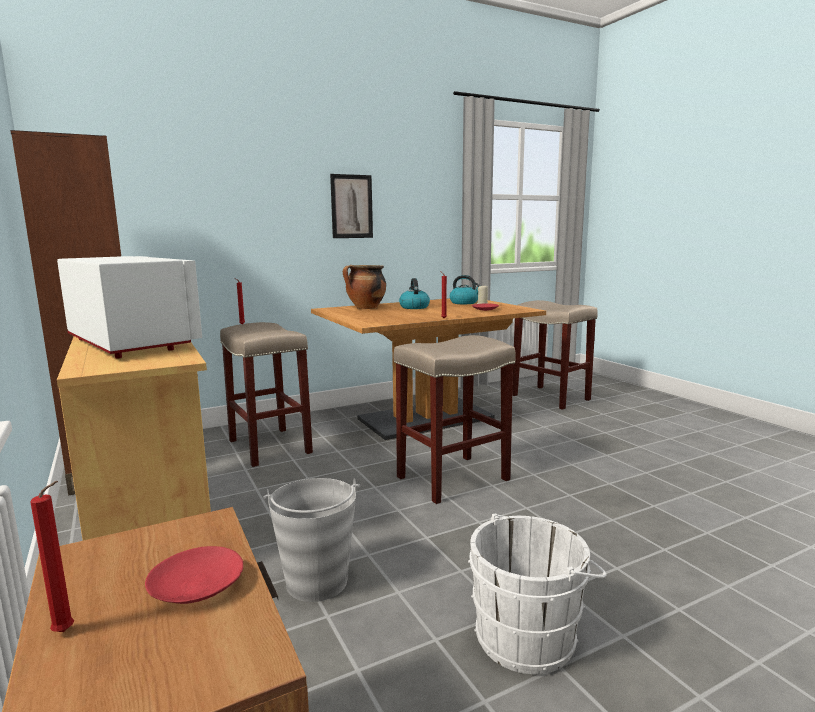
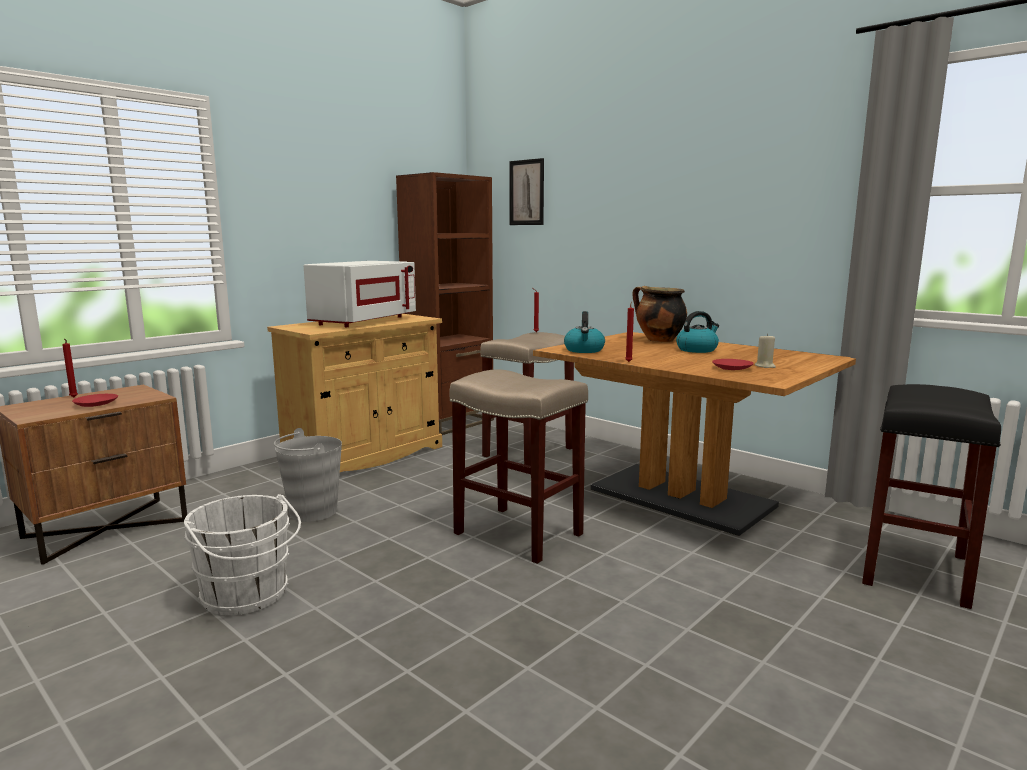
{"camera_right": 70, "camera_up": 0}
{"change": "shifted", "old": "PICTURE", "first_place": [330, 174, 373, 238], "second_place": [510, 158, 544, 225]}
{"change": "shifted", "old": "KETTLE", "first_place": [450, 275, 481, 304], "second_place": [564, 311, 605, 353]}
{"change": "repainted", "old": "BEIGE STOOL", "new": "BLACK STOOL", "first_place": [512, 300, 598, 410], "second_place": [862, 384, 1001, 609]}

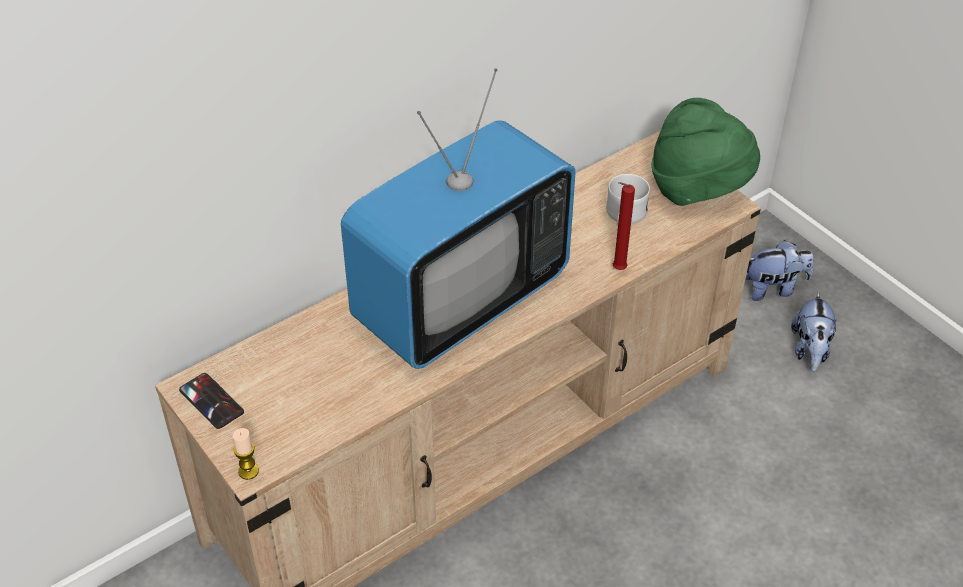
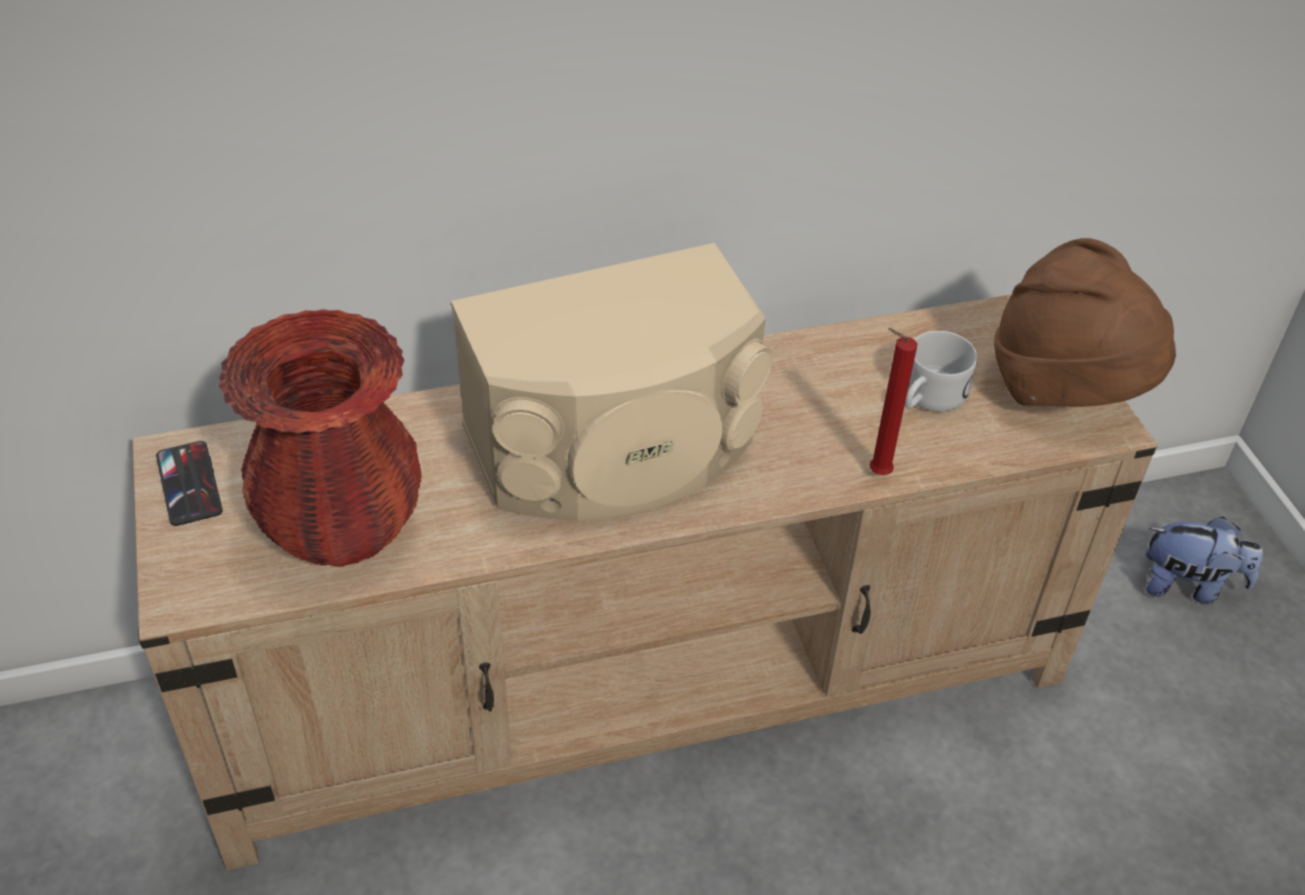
{"camera_right": 20, "camera_up": 0}
{"change": "gone", "old": "CANDLE", "first_place": [232, 428, 259, 480]}
{"change": "gone", "old": "PLUSH TOY", "first_place": [791, 291, 837, 372]}
{"change": "new", "new": "RED VASE", "second_place": [219, 309, 422, 567]}
{"change": "swapped", "old": "TELEVISION", "new": "BEIGE SPEAKER", "first_place": [341, 68, 576, 369], "second_place": [451, 243, 773, 521]}
{"change": "repainted", "old": "GREEN HAT", "new": "BROWN HAT", "first_place": [651, 98, 760, 206], "second_place": [994, 238, 1176, 407]}

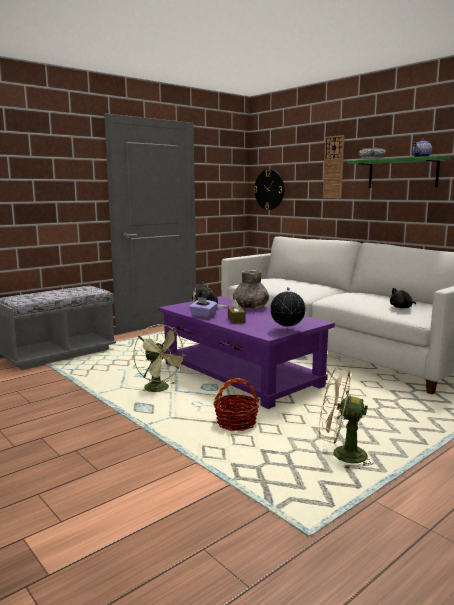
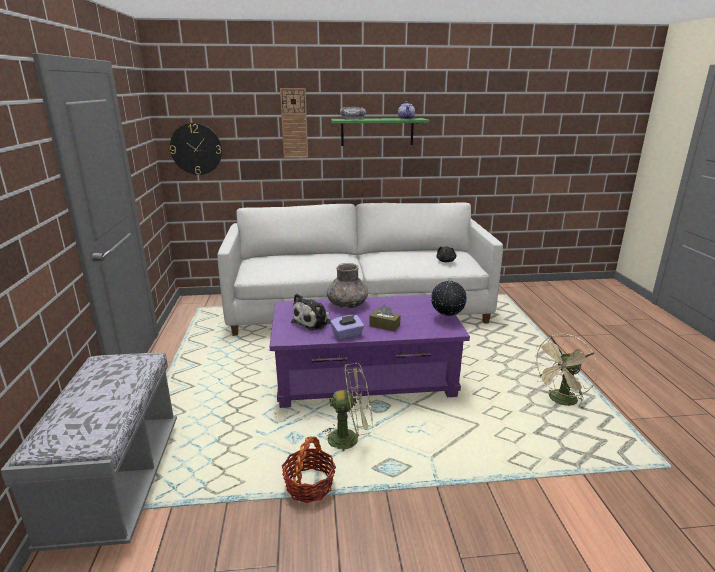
{"camera_right": -55, "camera_up": 10}
{"change": "shifted", "old": "BASKET", "first_place": [213, 378, 259, 431], "second_place": [282, 436, 336, 503]}

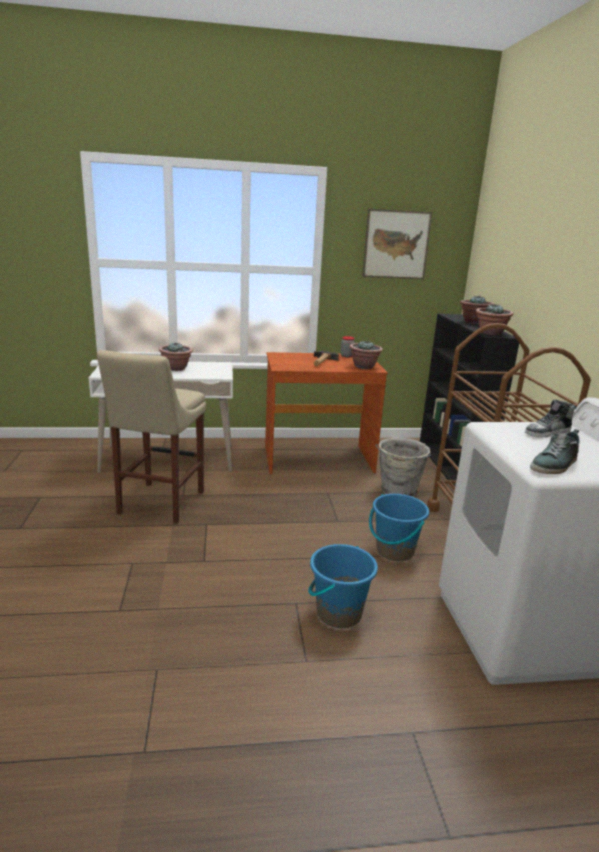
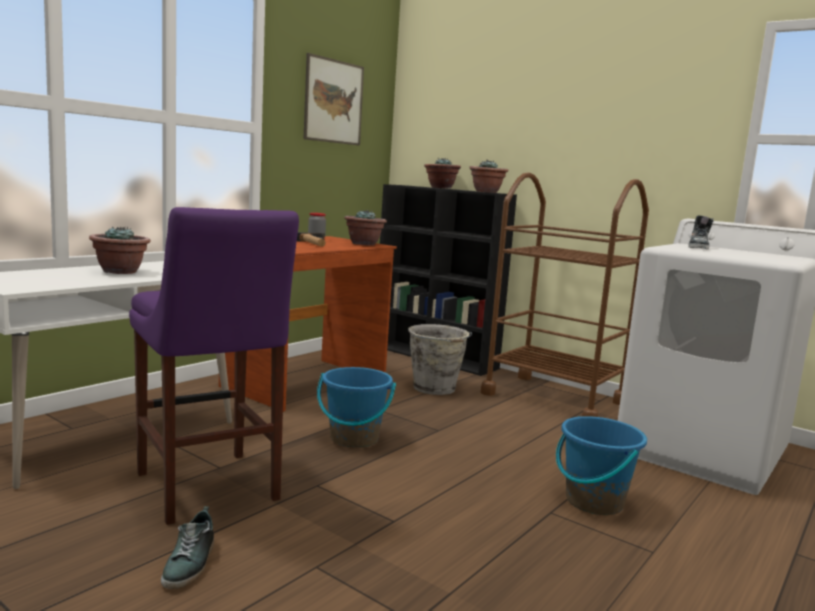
{"camera_right": -45, "camera_up": -10}
{"change": "shifted", "old": "BLUE BUCKET", "first_place": [369, 494, 429, 561], "second_place": [317, 367, 396, 448]}
{"change": "shifted", "old": "SHOE", "first_place": [530, 429, 579, 474], "second_place": [161, 506, 214, 589]}
{"change": "repainted", "old": "BEIGE STOOL", "new": "PURPLE STOOL", "first_place": [97, 350, 206, 524], "second_place": [129, 207, 299, 525]}

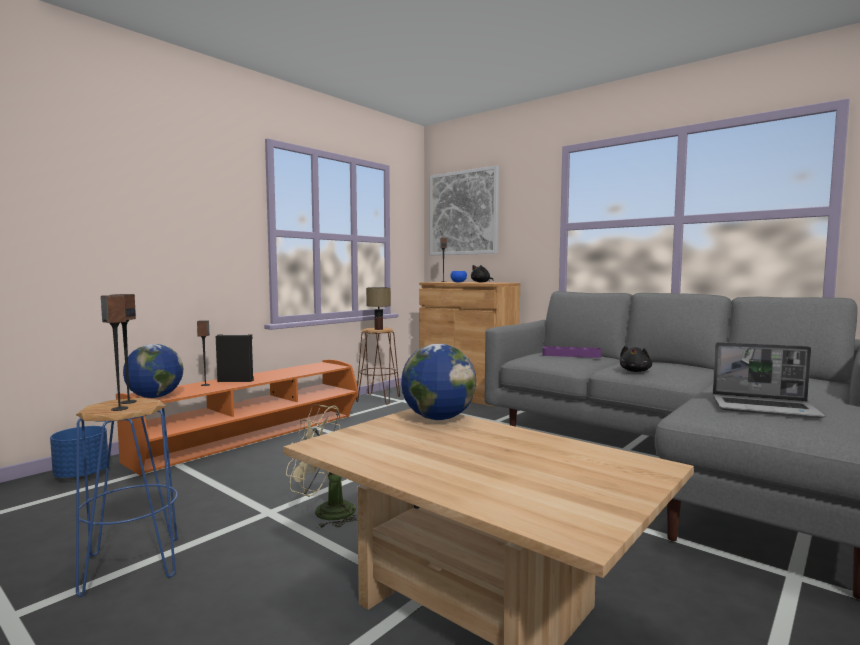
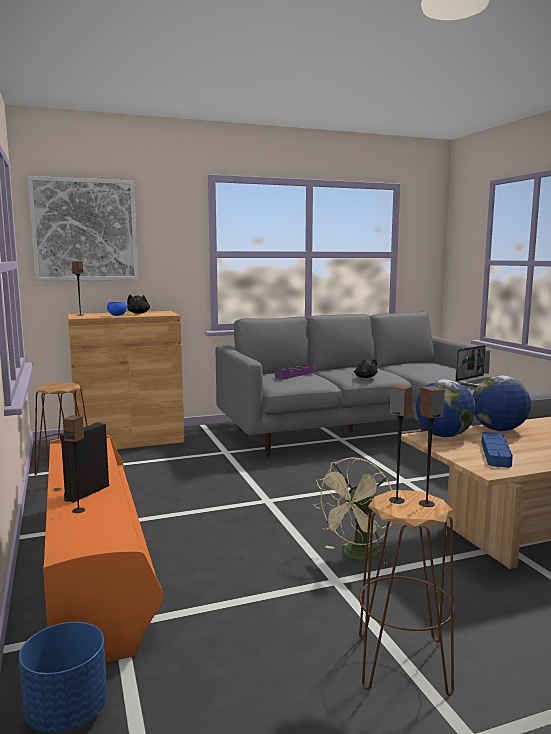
{"camera_right": -60, "camera_up": 5}
{"change": "gone", "old": "TABLE LAMP", "first_place": [366, 287, 391, 330]}
{"change": "new", "new": "BLUE TRAY", "second_place": [481, 432, 513, 468]}
{"change": "shifted", "old": "GLOBE", "first_place": [123, 344, 183, 398], "second_place": [472, 375, 531, 431]}
{"change": "repainted", "old": "BLUE STOOL", "new": "BROWN STOOL", "first_place": [75, 398, 178, 597], "second_place": [359, 490, 454, 696]}

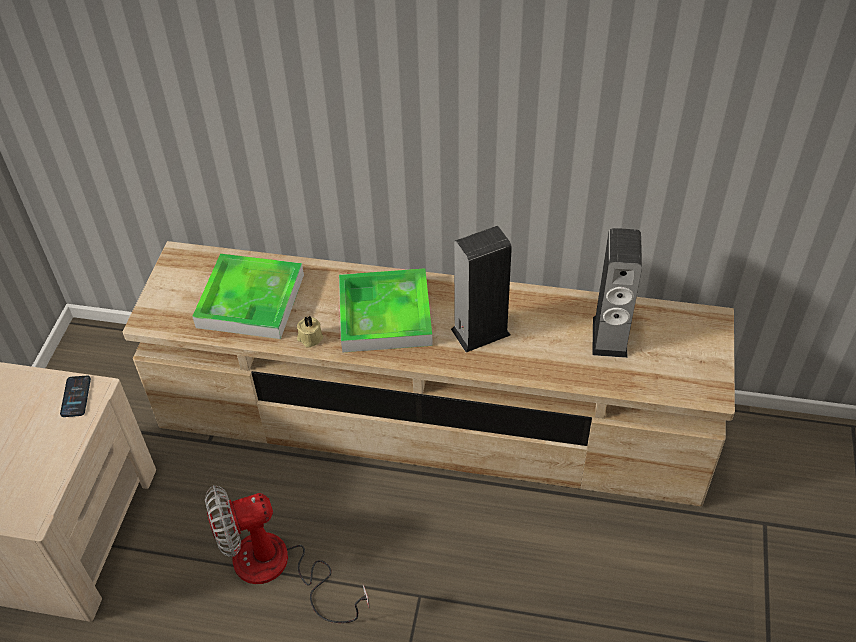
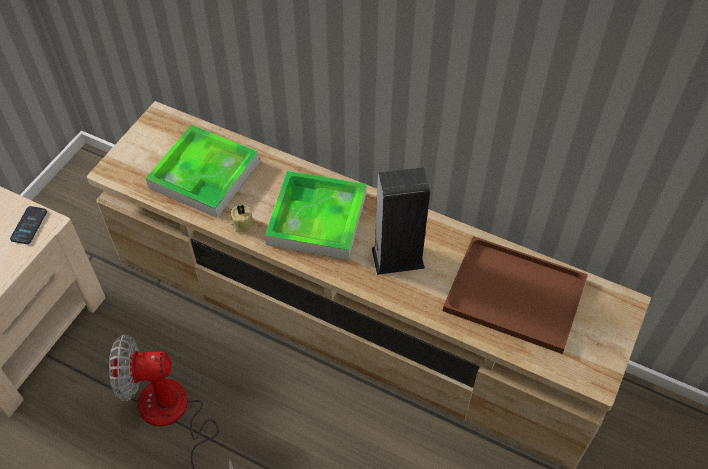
{"camera_right": 15, "camera_up": 5}
{"change": "swapped", "old": "SPEAKER", "new": "BROWN TRAY", "first_place": [592, 228, 642, 358], "second_place": [443, 236, 588, 354]}

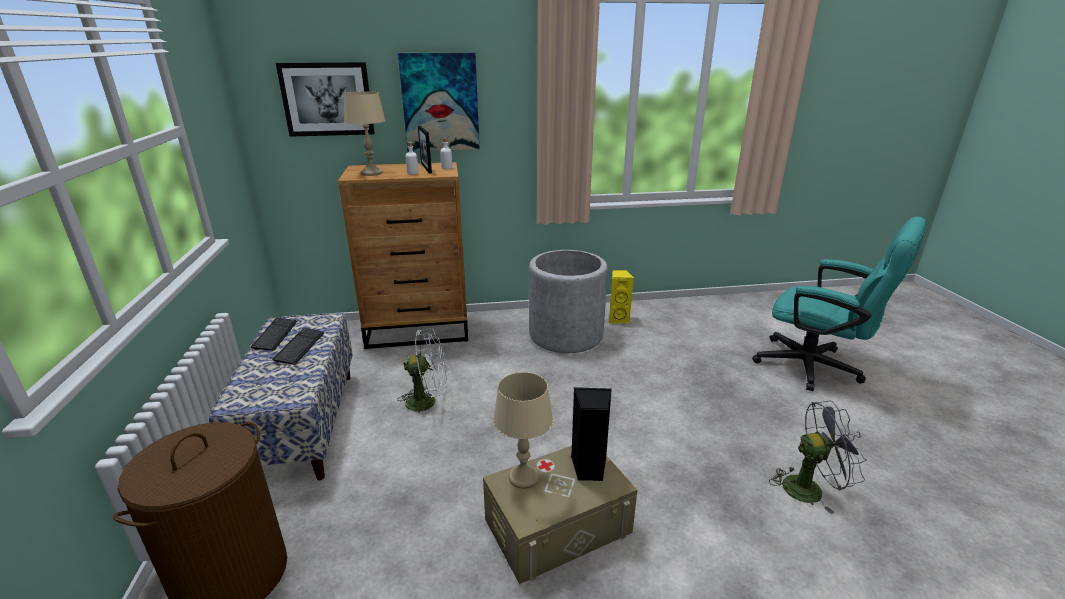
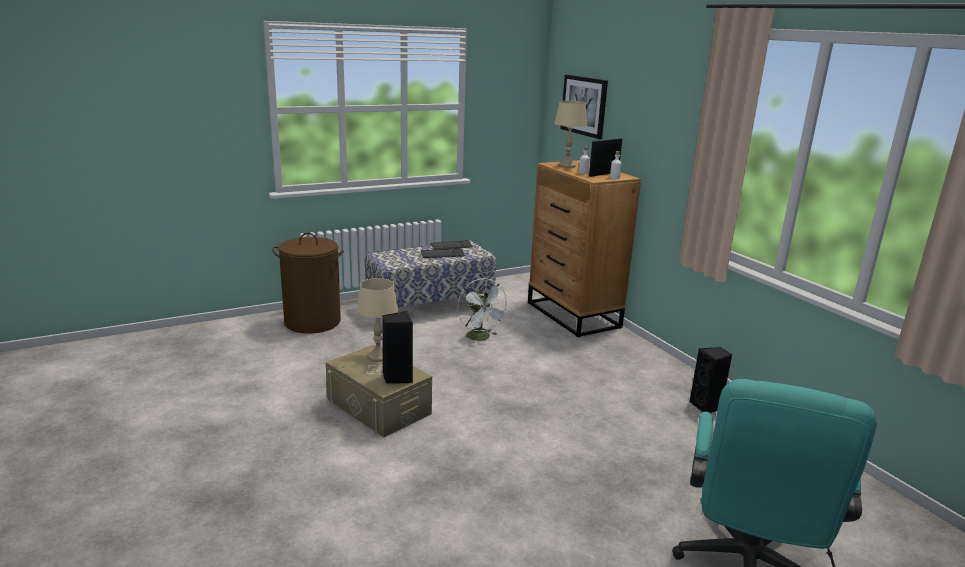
{"camera_right": 70, "camera_up": -5}
{"change": "gone", "old": "PICTURE", "first_place": [398, 52, 480, 152]}
{"change": "gone", "old": "GREY PLANTER", "first_place": [529, 250, 608, 353]}
{"change": "gone", "old": "GREY FAN", "first_place": [769, 400, 867, 514]}
{"change": "repainted", "old": "YELLOW SPEAKER", "new": "BLACK SPEAKER", "first_place": [609, 270, 634, 323], "second_place": [690, 347, 732, 413]}

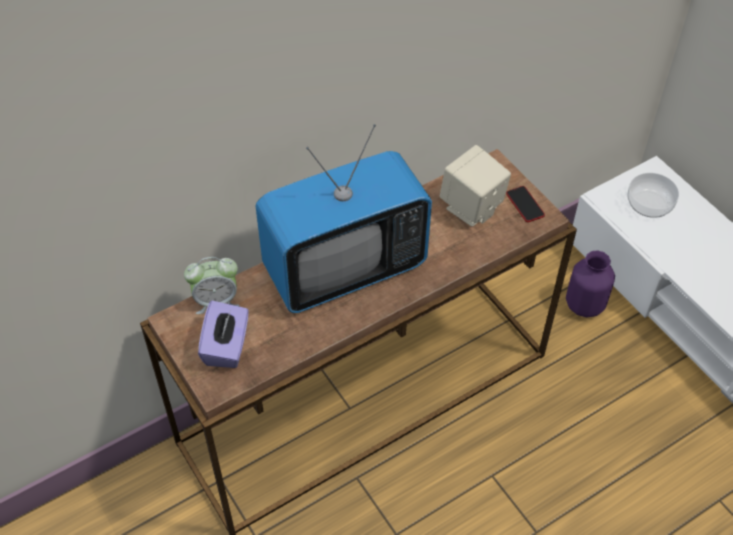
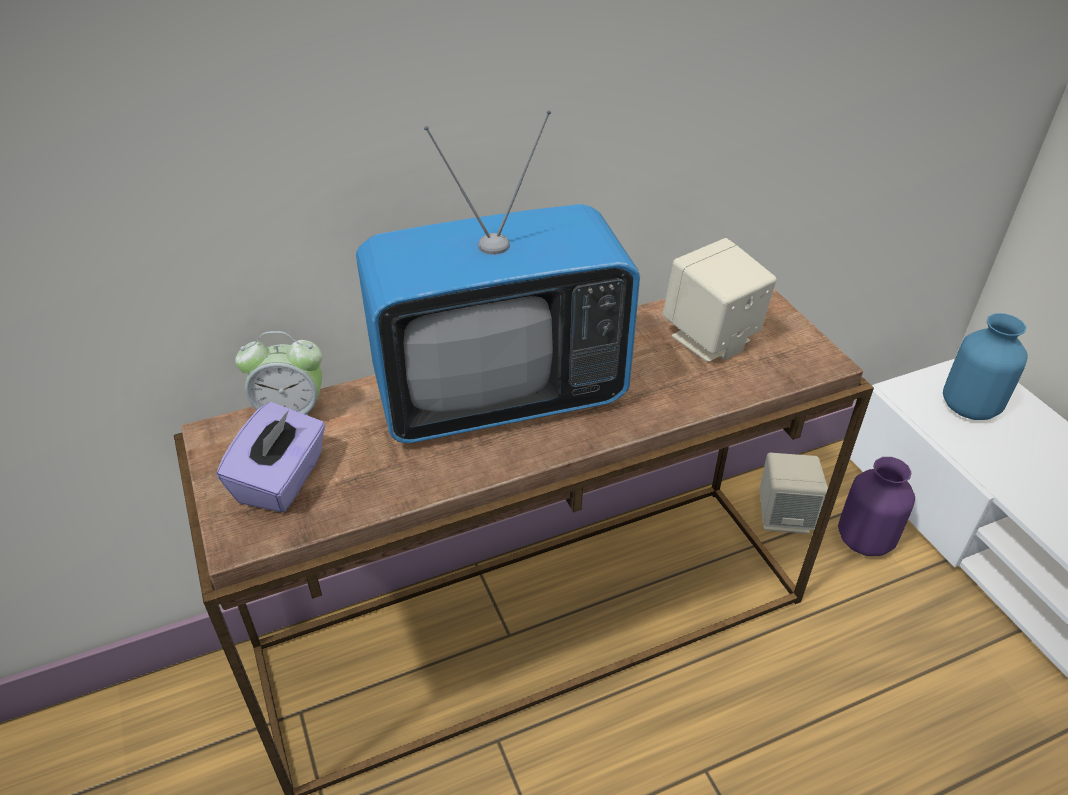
{"camera_right": 10, "camera_up": -10}
{"change": "gone", "old": "PHONE", "first_place": [506, 186, 545, 222]}
{"change": "new", "new": "BEIGE SPEAKER", "second_place": [760, 453, 828, 534]}
{"change": "swapped", "old": "BOWL", "new": "BLUE VASE", "first_place": [627, 173, 679, 218], "second_place": [943, 313, 1028, 420]}

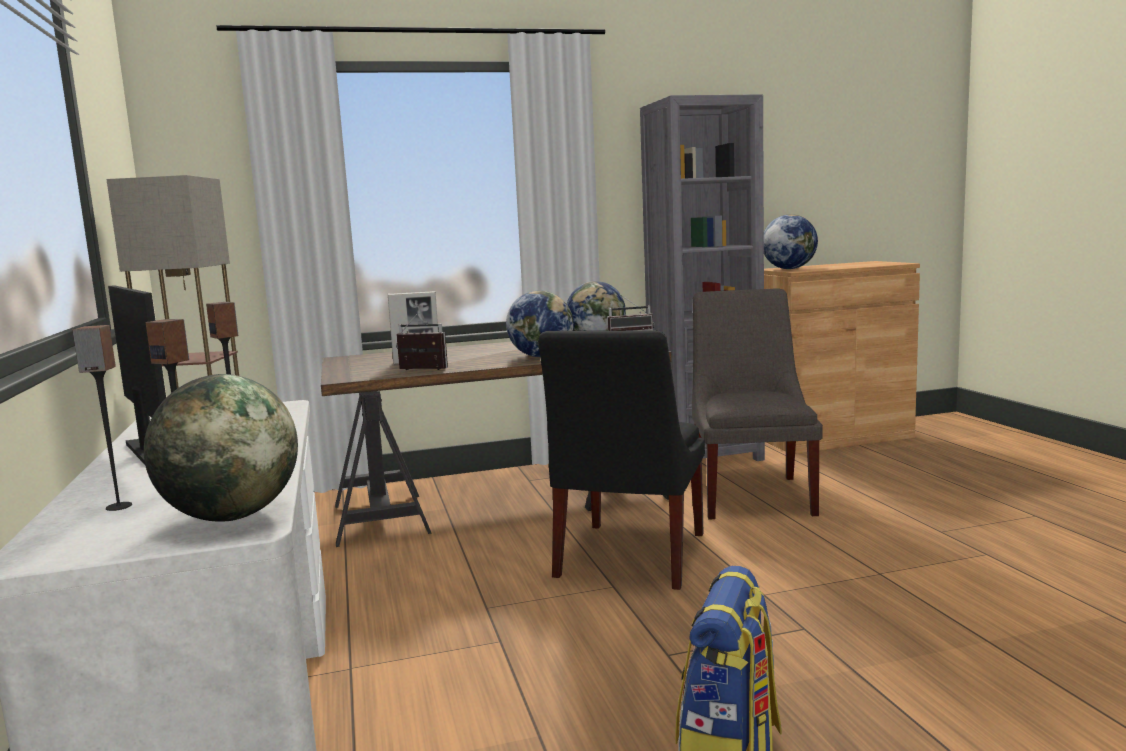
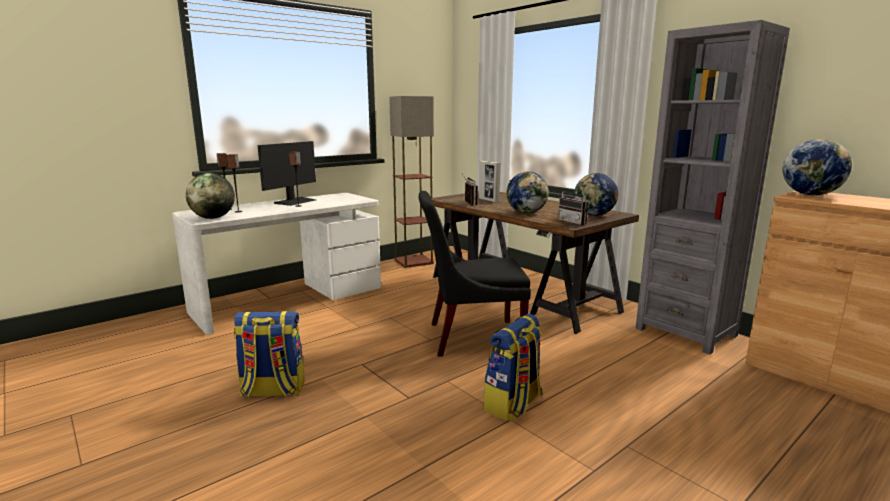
{"camera_right": 65, "camera_up": 5}
{"change": "gone", "old": "GREY CHAIR", "first_place": [692, 288, 823, 519]}
{"change": "new", "new": "BACKPACK", "second_place": [483, 314, 543, 422]}

